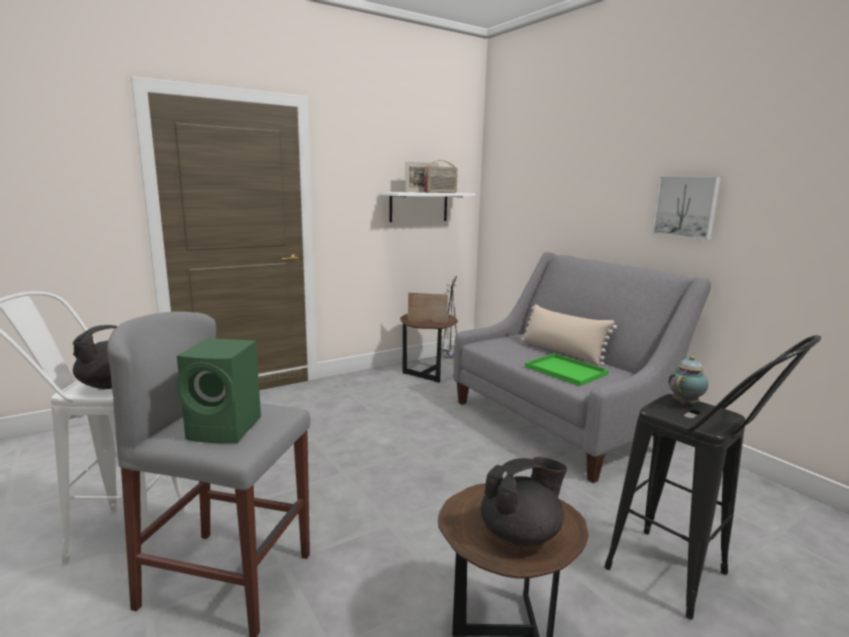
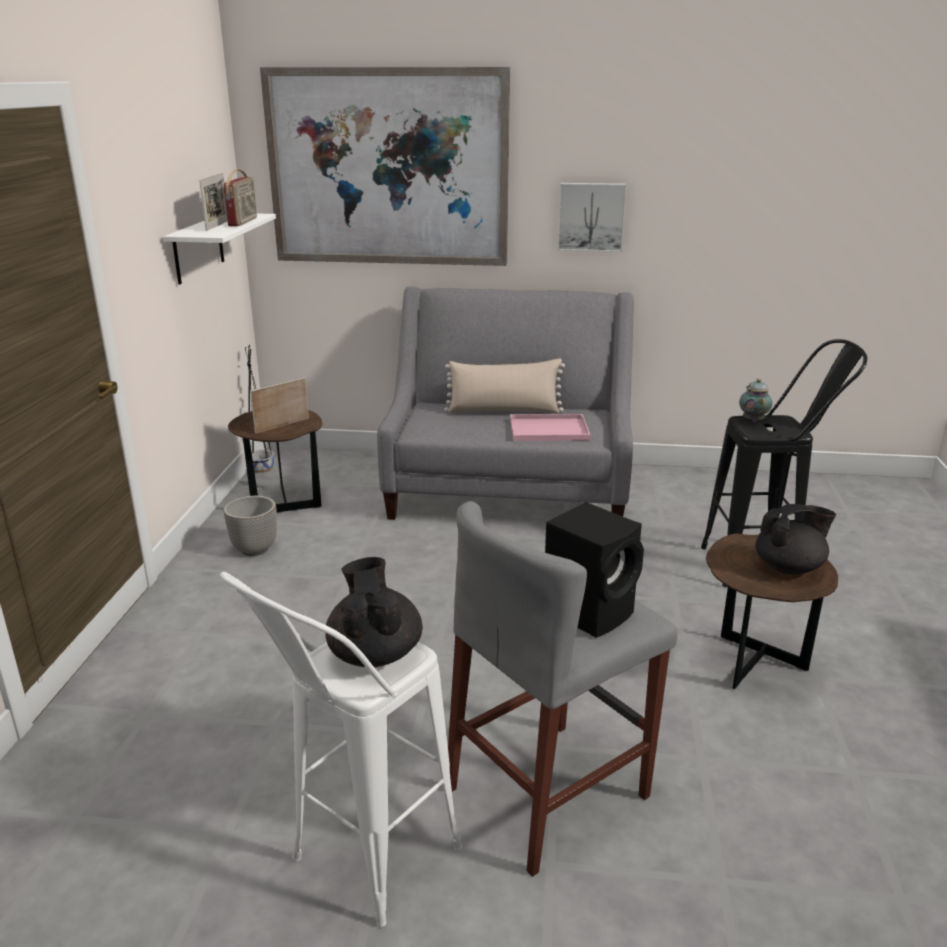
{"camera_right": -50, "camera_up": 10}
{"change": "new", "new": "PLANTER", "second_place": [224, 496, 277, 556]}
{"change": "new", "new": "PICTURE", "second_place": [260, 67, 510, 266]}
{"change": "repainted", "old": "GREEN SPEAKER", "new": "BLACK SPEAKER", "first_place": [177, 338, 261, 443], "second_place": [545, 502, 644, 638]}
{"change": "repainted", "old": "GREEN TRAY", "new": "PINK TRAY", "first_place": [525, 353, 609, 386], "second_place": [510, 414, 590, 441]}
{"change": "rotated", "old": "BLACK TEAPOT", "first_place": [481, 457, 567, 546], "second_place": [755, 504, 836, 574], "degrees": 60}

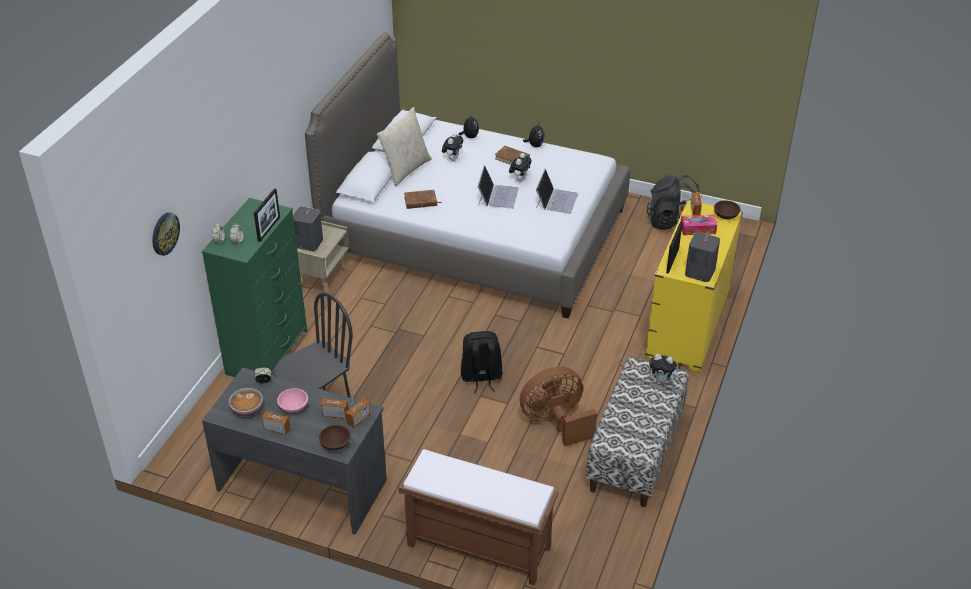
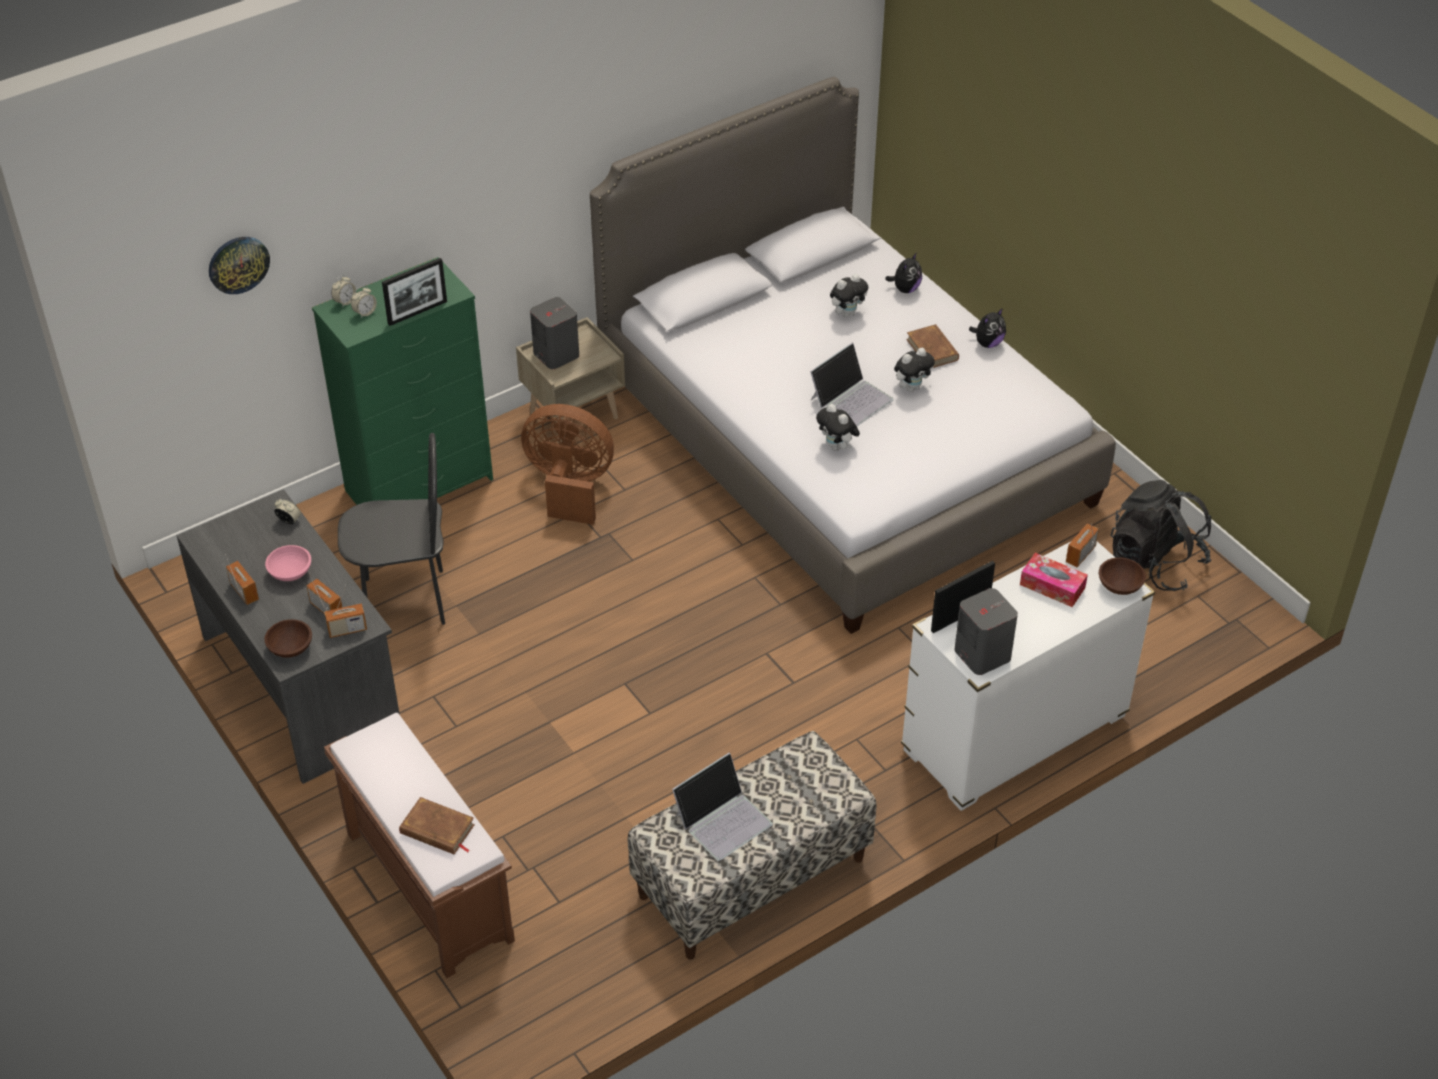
{"camera_right": 35, "camera_up": 5}
{"change": "gone", "old": "BOWL", "first_place": [229, 388, 263, 417]}
{"change": "gone", "old": "BEIGE PILLOW", "first_place": [377, 107, 432, 186]}
{"change": "gone", "old": "BLACK BACKPACK", "first_place": [461, 331, 502, 393]}
{"change": "shifted", "old": "BROWN BOOK", "first_place": [404, 190, 442, 209], "second_place": [399, 797, 475, 855]}
{"change": "shifted", "old": "BROWN FAN", "first_place": [520, 366, 597, 446], "second_place": [521, 404, 614, 525]}
{"change": "shifted", "old": "LAPTOP", "first_place": [536, 169, 578, 214], "second_place": [672, 753, 773, 861]}
{"change": "shifted", "old": "PLUSH TOY", "first_place": [649, 354, 679, 383], "second_place": [816, 404, 860, 451]}
{"change": "repainted", "old": "YELLOW DRESSER", "new": "WHITE DRESSER", "first_place": [645, 200, 743, 372], "second_place": [901, 542, 1155, 811]}

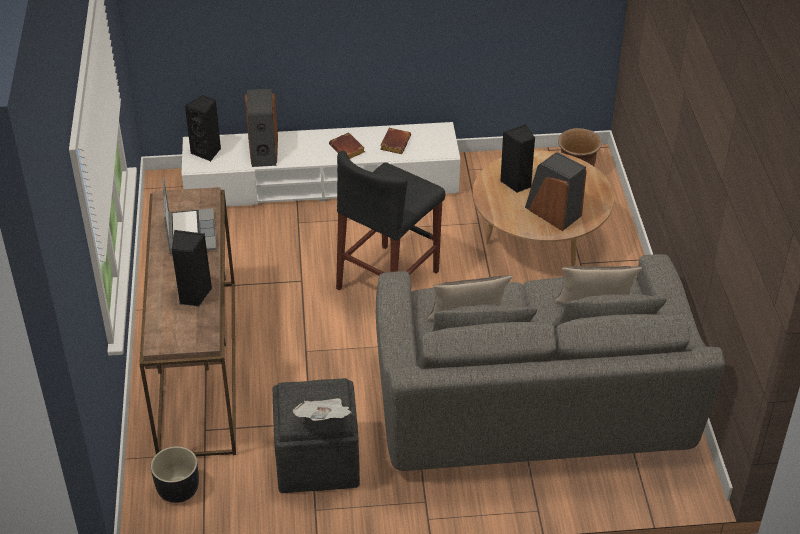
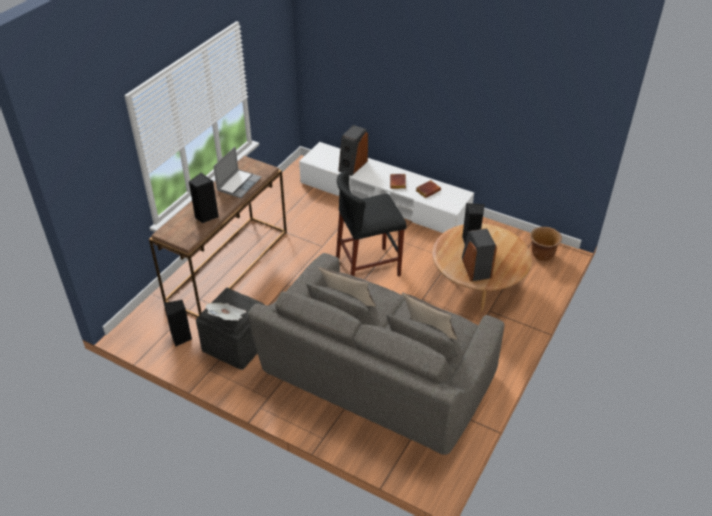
{"camera_right": 35, "camera_up": 0}
{"change": "gone", "old": "BLACK PLANTER", "first_place": [151, 446, 199, 503]}
{"change": "shifted", "old": "BLACK SPEAKER", "first_place": [185, 95, 221, 161], "second_place": [164, 300, 192, 347]}

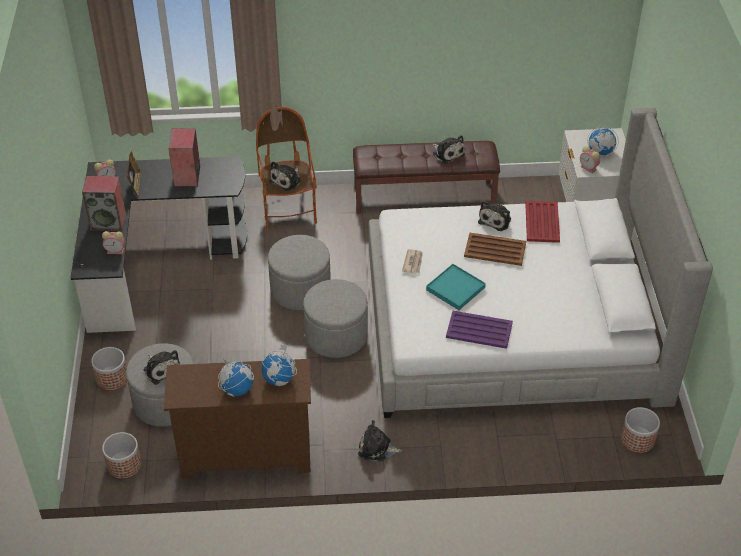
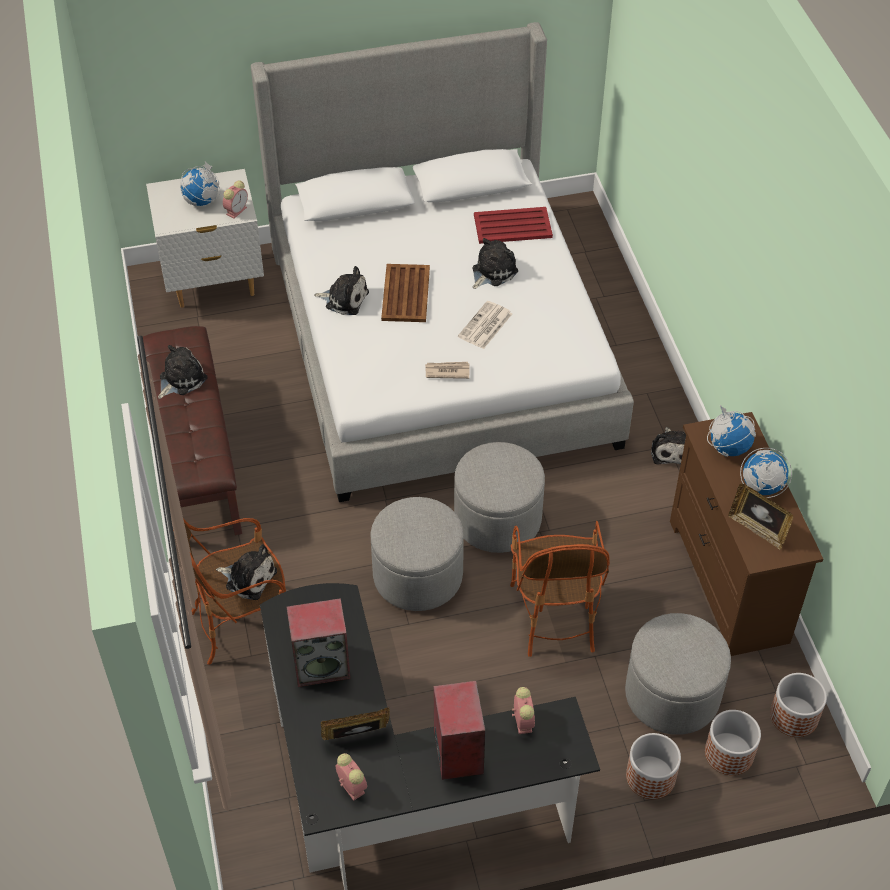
{"camera_right": -100, "camera_up": 5}
{"change": "gone", "old": "PURPLE TRAY", "first_place": [446, 311, 513, 349]}
{"change": "new", "new": "ARMCHAIR", "second_place": [510, 521, 610, 657]}
{"change": "new", "new": "PICTURE FRAME", "second_place": [729, 483, 793, 550]}
{"change": "shifted", "old": "PLUSH TOY", "first_place": [144, 350, 180, 385], "second_place": [472, 238, 518, 289]}
{"change": "shifted", "old": "RED TRAY", "first_place": [525, 201, 560, 243], "second_place": [474, 207, 553, 244]}
{"change": "shifted", "old": "PLANTER", "first_place": [621, 407, 660, 453], "second_place": [705, 710, 761, 775]}
{"change": "swapped", "old": "TURQUOISE TRAY", "new": "NEWSPAPER", "first_place": [426, 264, 486, 310], "second_place": [458, 301, 512, 349]}

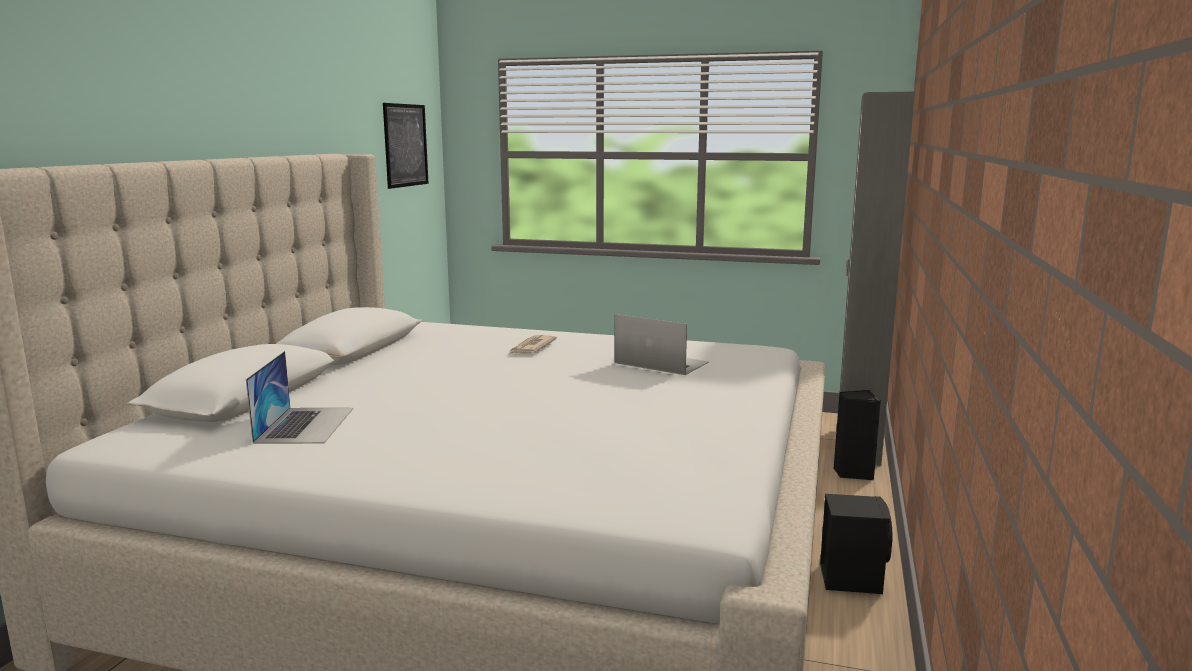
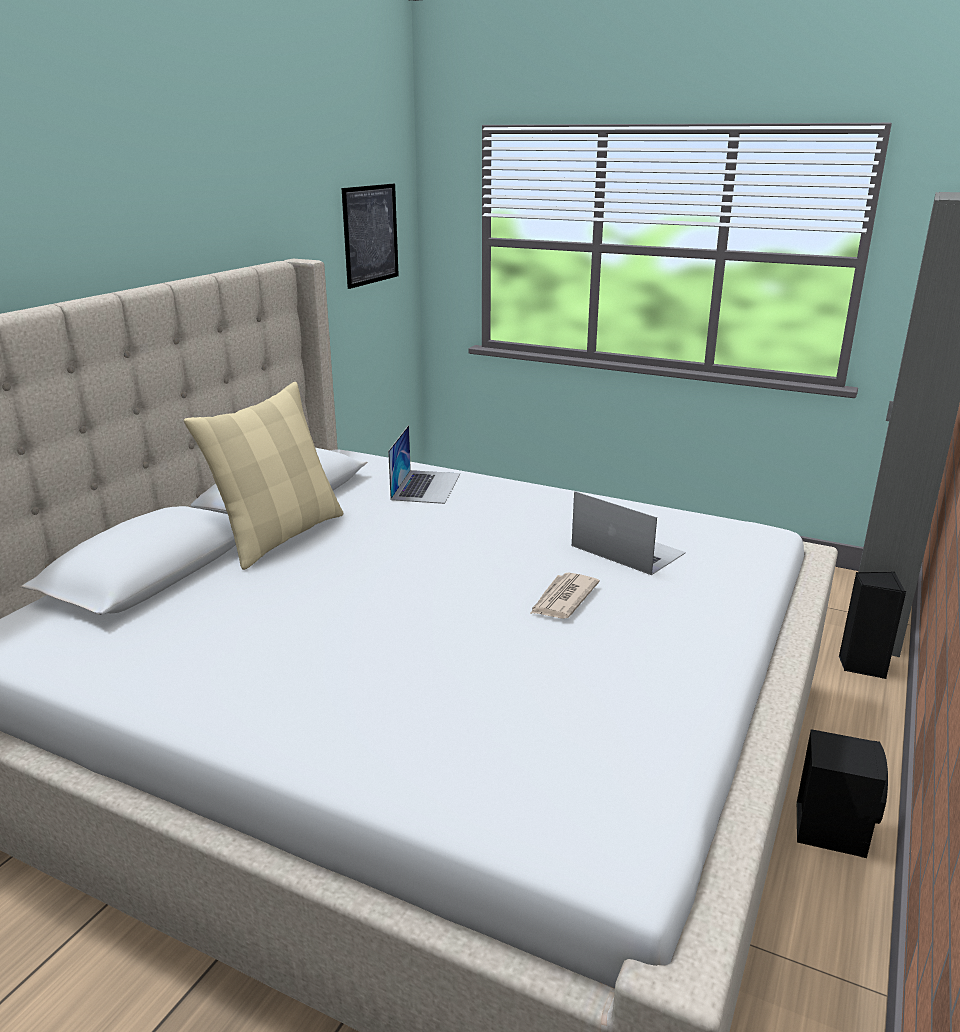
{"camera_right": 10, "camera_up": 10}
{"change": "new", "new": "BEIGE PILLOW", "second_place": [184, 382, 344, 570]}
{"change": "shifted", "old": "LAPTOP", "first_place": [246, 351, 353, 444], "second_place": [388, 425, 460, 504]}
{"change": "shifted", "old": "NEWSPAPER", "first_place": [510, 335, 557, 354], "second_place": [530, 573, 600, 619]}

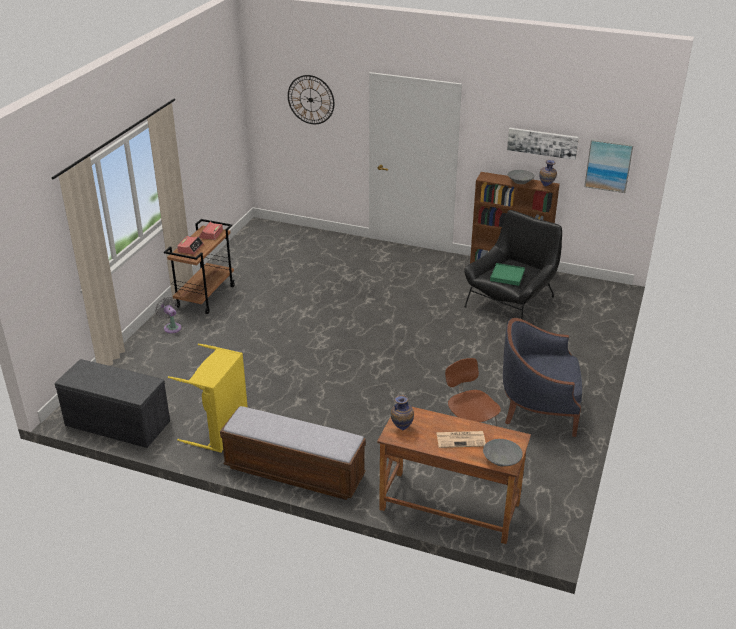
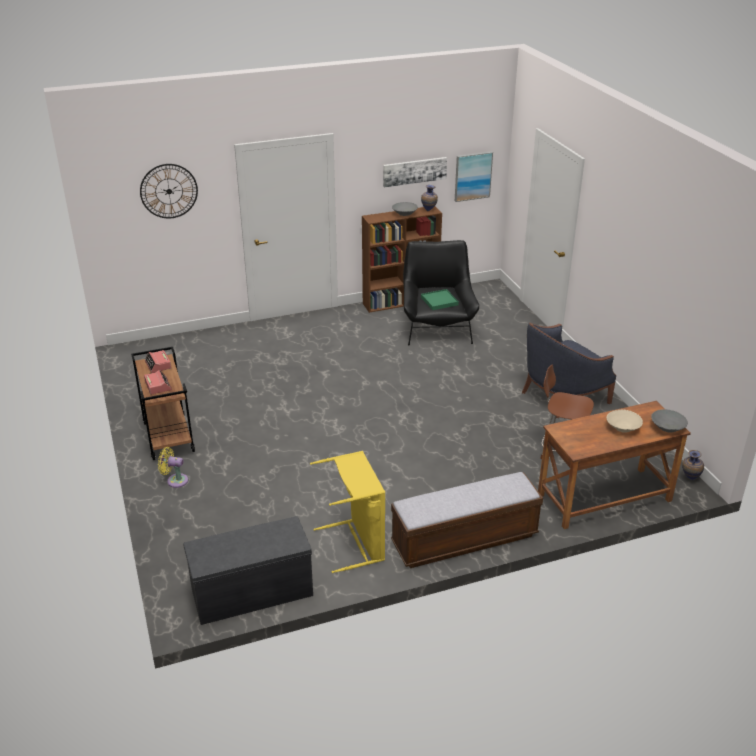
{"camera_right": -40, "camera_up": 0}
{"change": "shifted", "old": "VASE", "first_place": [391, 395, 414, 431], "second_place": [682, 450, 704, 480]}
{"change": "swapped", "old": "NEWSPAPER", "new": "BEIGE BOWL", "first_place": [436, 431, 486, 448], "second_place": [606, 410, 643, 432]}
{"change": "repainted", "old": "GREY FAN", "new": "YELLOW FAN", "first_place": [155, 297, 182, 333], "second_place": [158, 447, 188, 488]}

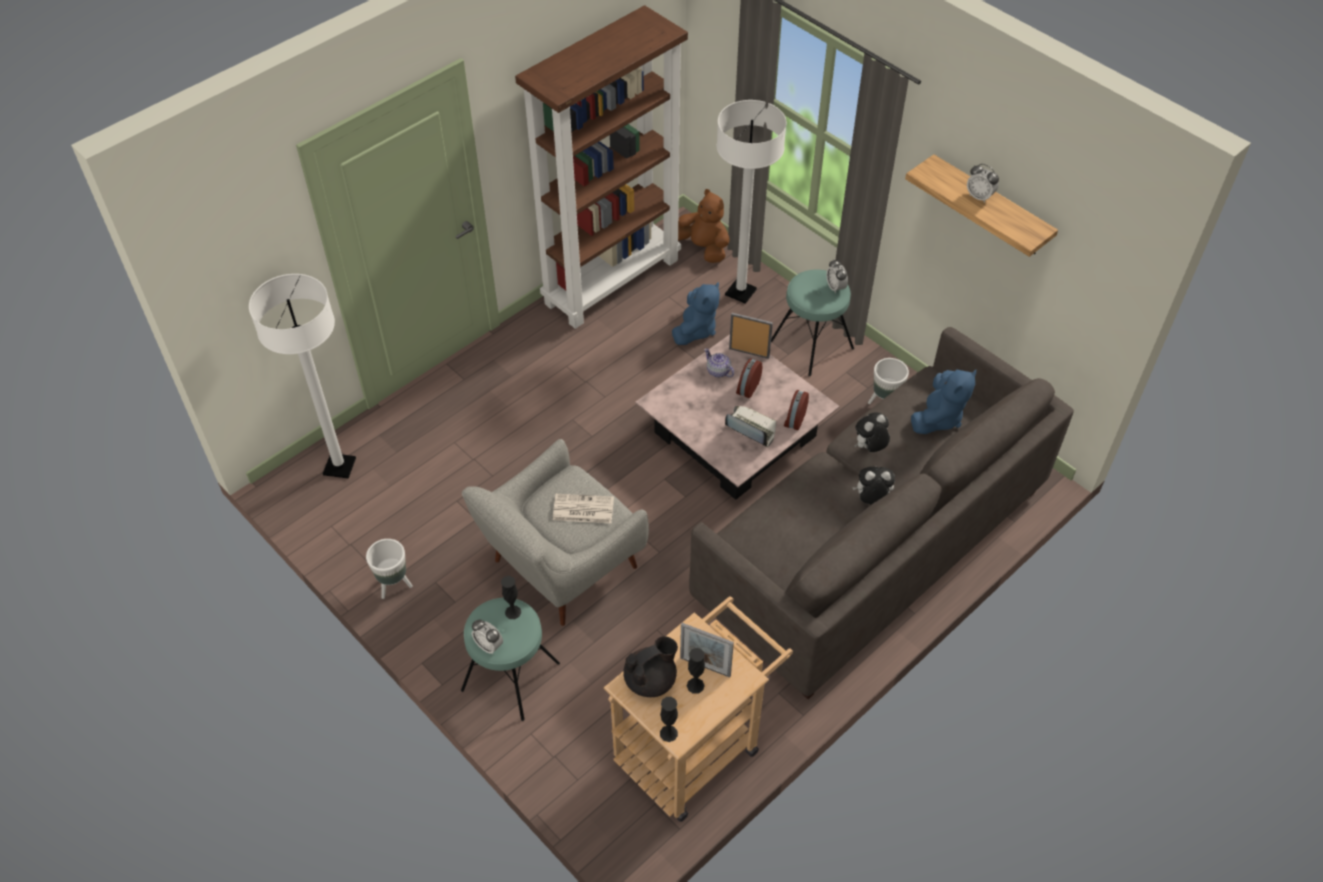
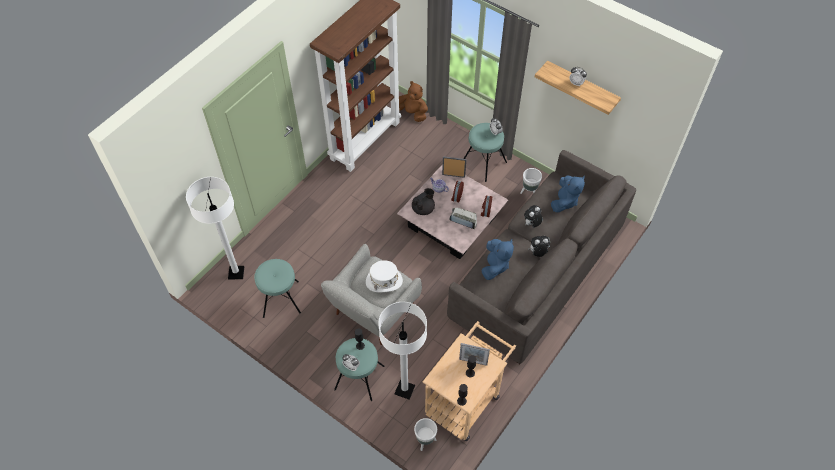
{"camera_right": -10, "camera_up": 5}
{"change": "new", "new": "TURQUOISE STOOL", "second_place": [254, 259, 301, 318]}
{"change": "shifted", "old": "WHITE PLANTER", "first_place": [366, 539, 413, 599], "second_place": [414, 418, 437, 451]}
{"change": "shifted", "old": "BLACK TEAPOT", "first_place": [623, 636, 678, 697], "second_place": [412, 188, 435, 215]}
{"change": "shifted", "old": "BLUE PLUSH TOY", "first_place": [672, 282, 720, 345], "second_place": [482, 239, 514, 280]}
{"change": "shifted", "old": "WHITE FLOOR LAMP", "first_place": [716, 100, 787, 304], "second_place": [378, 302, 427, 400]}
{"change": "swapped", "old": "NEWSPAPER", "new": "WHITE HAT", "first_place": [553, 494, 614, 523], "second_place": [366, 260, 403, 292]}

